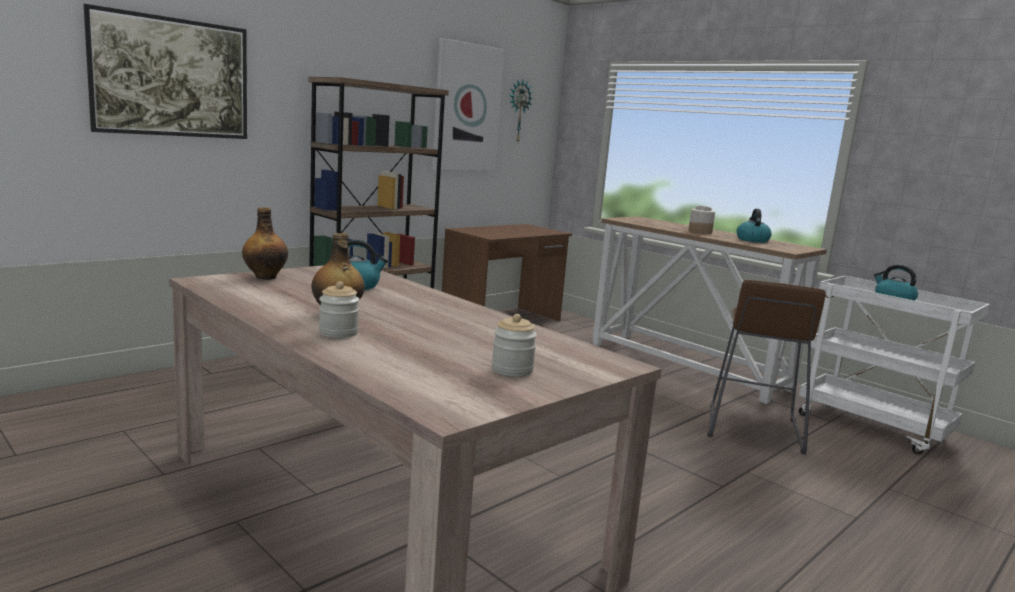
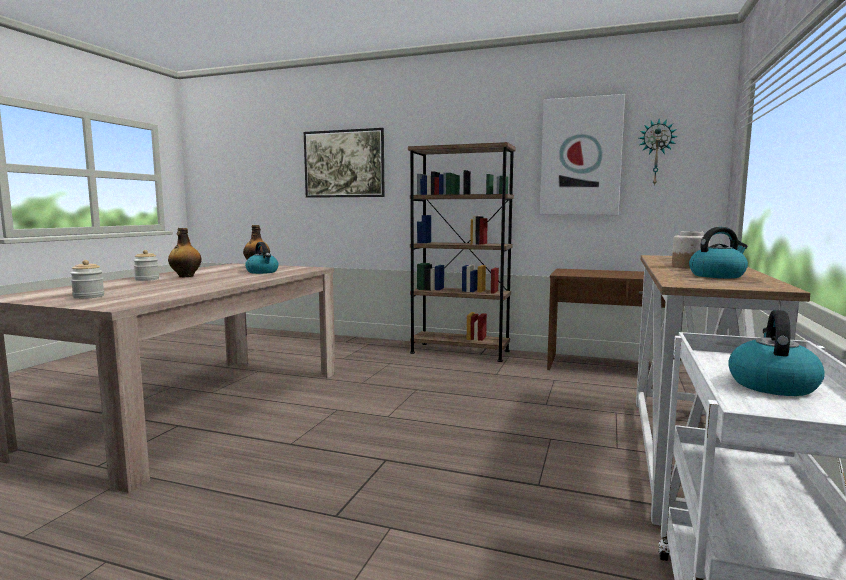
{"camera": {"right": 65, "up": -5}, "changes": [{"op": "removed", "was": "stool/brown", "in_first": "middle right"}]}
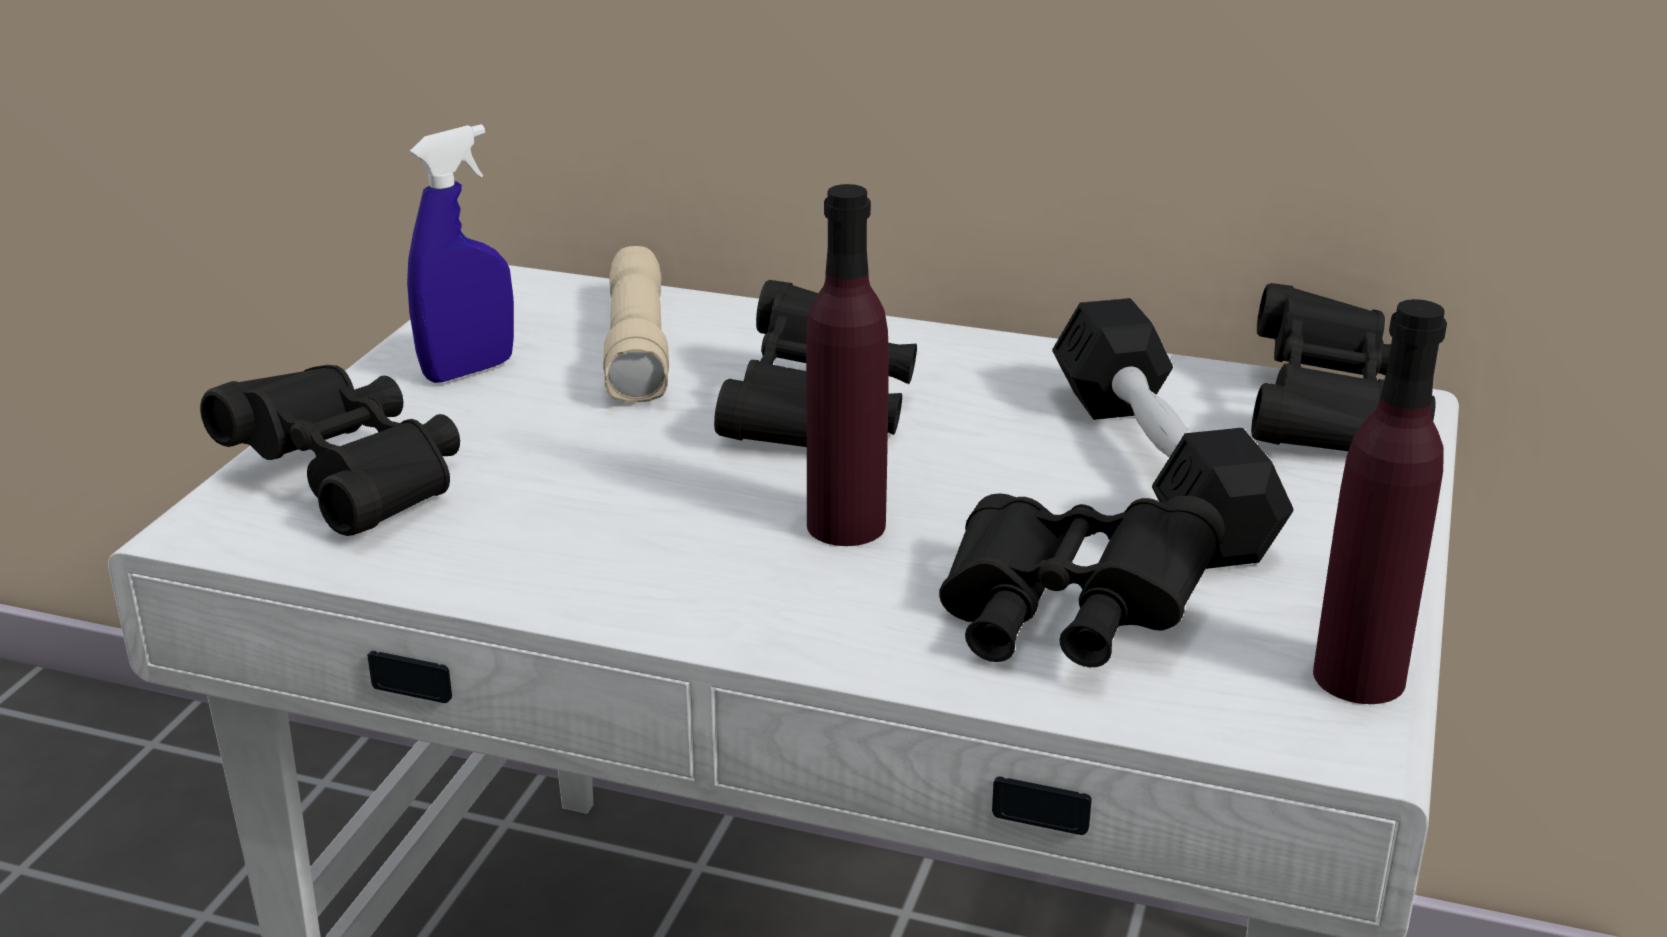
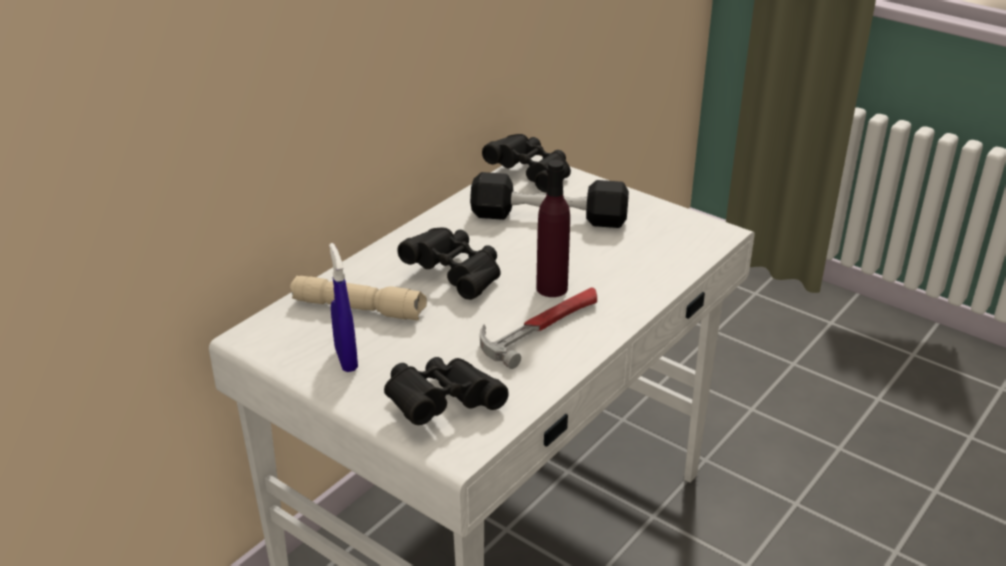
{"camera": {"right": -70, "up": 5}, "changes": [{"op": "removed", "was": "bottle/purple (2nd from left)", "in_first": "middle right"}, {"op": "removed", "was": "binoculars/black (3rd from left)", "in_first": "centre"}, {"op": "added", "now": "hammer", "in_second": "centre"}]}
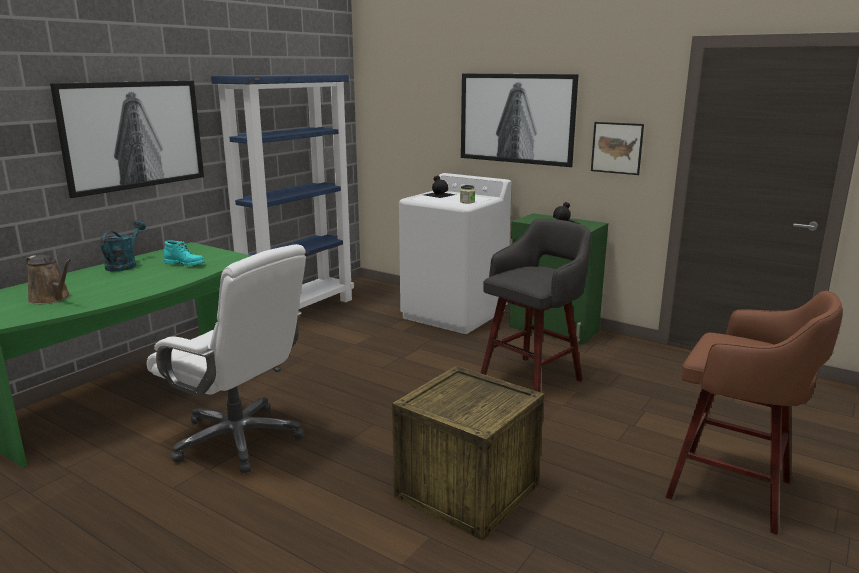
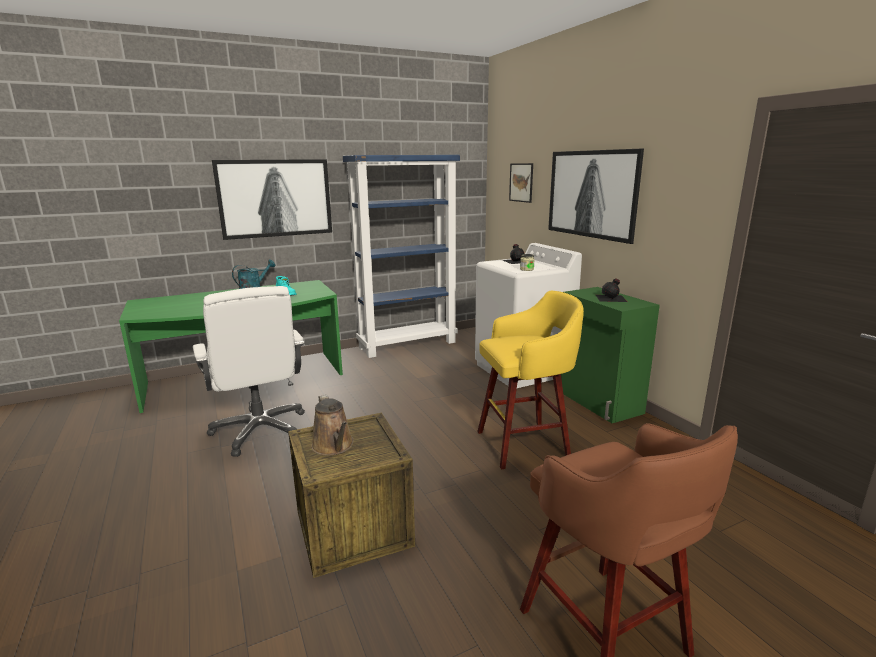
{"camera": {"right": 30, "up": 0}, "changes": [{"op": "moved", "was": "picture (3rd from left in the first image)", "now": "picture (2nd from left)", "in_first": "top right", "in_second": "top centre"}, {"op": "recoloured", "was": "stool/grey", "now": "stool/yellow", "in_first": "centre", "in_second": "centre"}, {"op": "moved", "was": "watering can/brown", "in_first": "middle left", "in_second": "centre"}]}
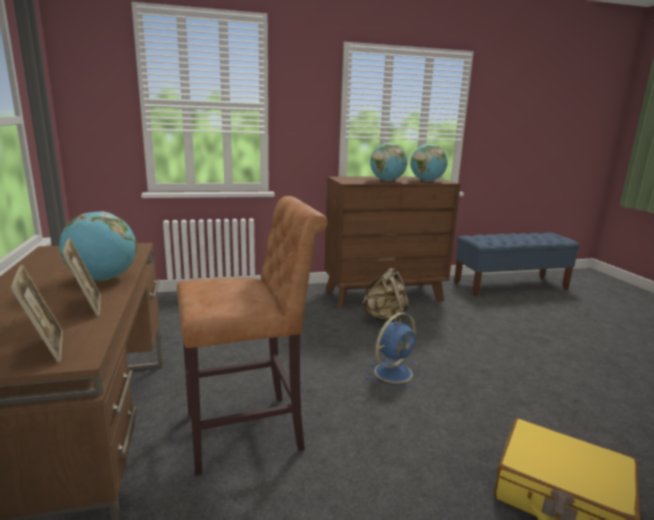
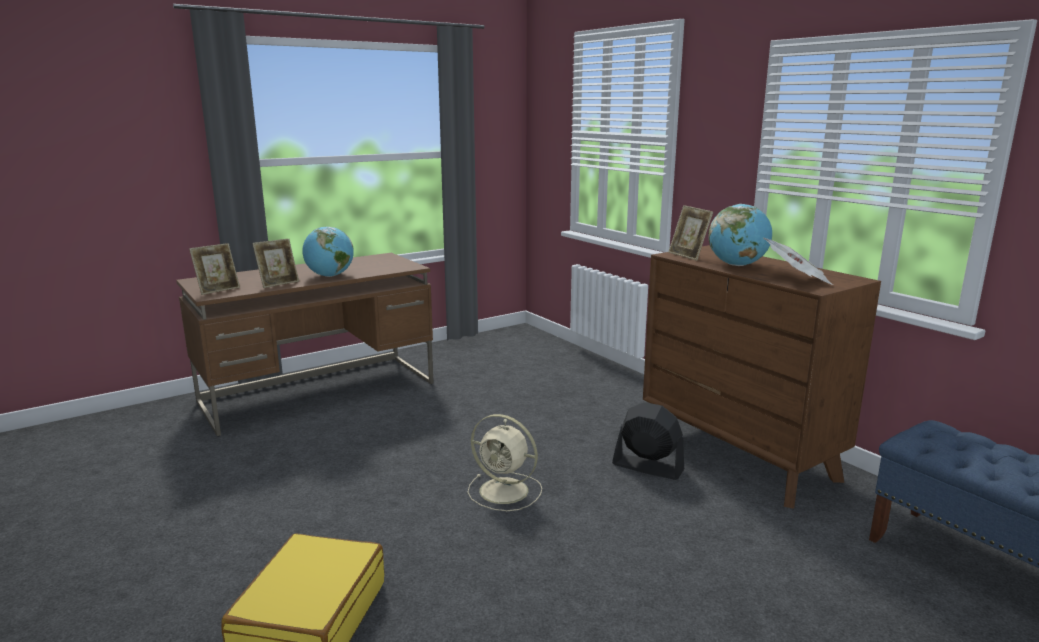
{"camera": {"right": 70, "up": 0}, "changes": [{"op": "replaced", "was": "globe (3rd from left)", "now": "newspaper", "in_first": "top centre", "in_second": "middle right"}, {"op": "removed", "was": "stool/brown", "in_first": "centre"}, {"op": "replaced", "was": "backpack/beige", "now": "fan/black", "in_first": "centre", "in_second": "bottom centre"}, {"op": "recoloured", "was": "fan/blue", "now": "fan/beige", "in_first": "bottom centre", "in_second": "bottom centre"}, {"op": "added", "now": "picture frame (3rd from left)", "in_second": "centre"}]}
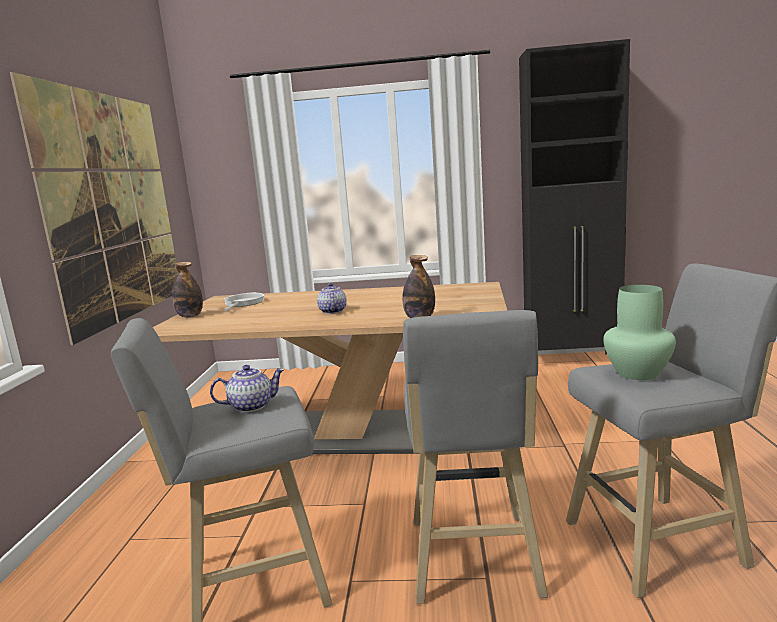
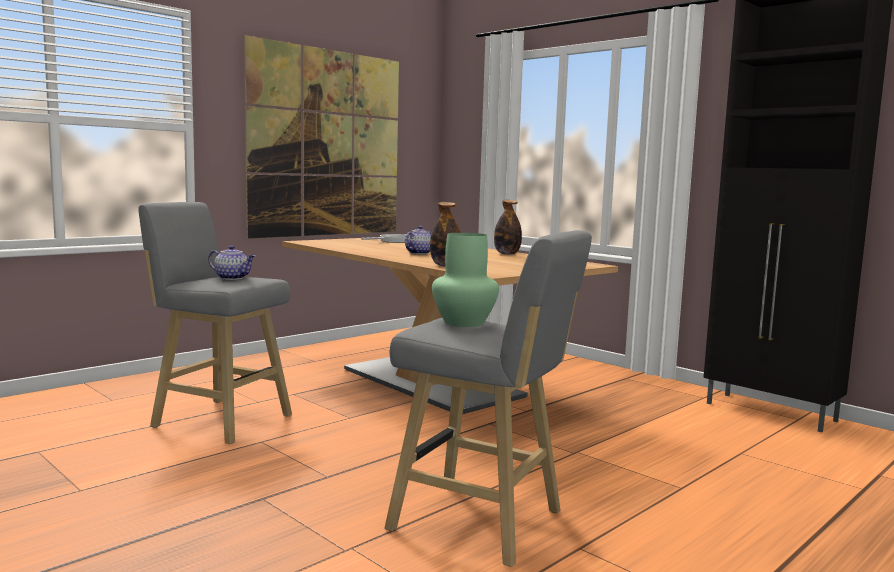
{"camera": {"right": 40, "up": -5}, "changes": [{"op": "moved", "was": "bottle (1st from left in the first image)", "now": "bottle (2nd from left)", "in_first": "middle left", "in_second": "centre"}, {"op": "removed", "was": "stool/grey (2nd from left)", "in_first": "bottom centre"}]}
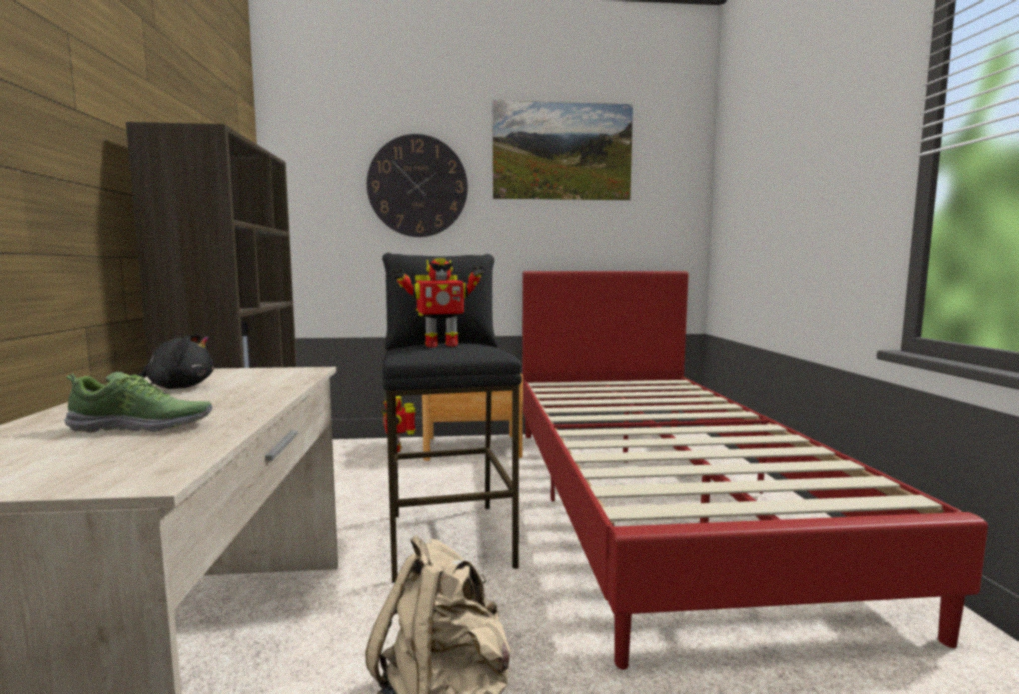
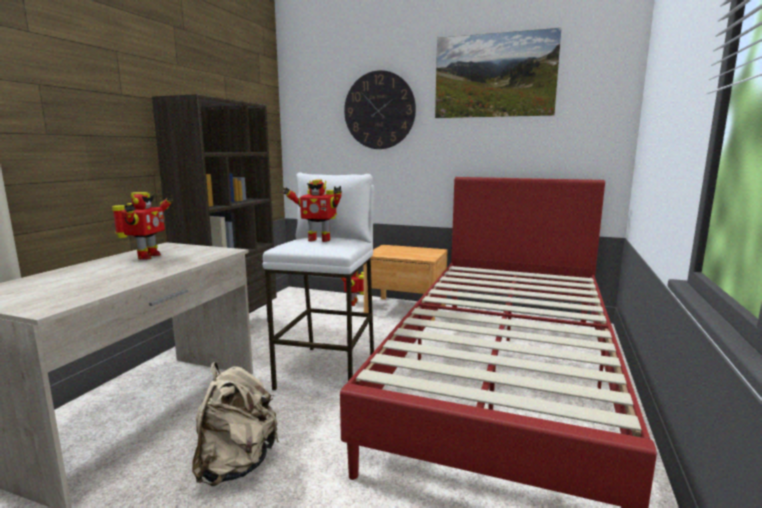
{"camera": {"right": 25, "up": 5}, "changes": [{"op": "recoloured", "was": "stool/black", "now": "stool/white", "in_first": "centre", "in_second": "centre"}, {"op": "replaced", "was": "plush toy/black", "now": "toy robot (1st from left)", "in_first": "middle left", "in_second": "middle left"}, {"op": "removed", "was": "shoe", "in_first": "middle left"}]}
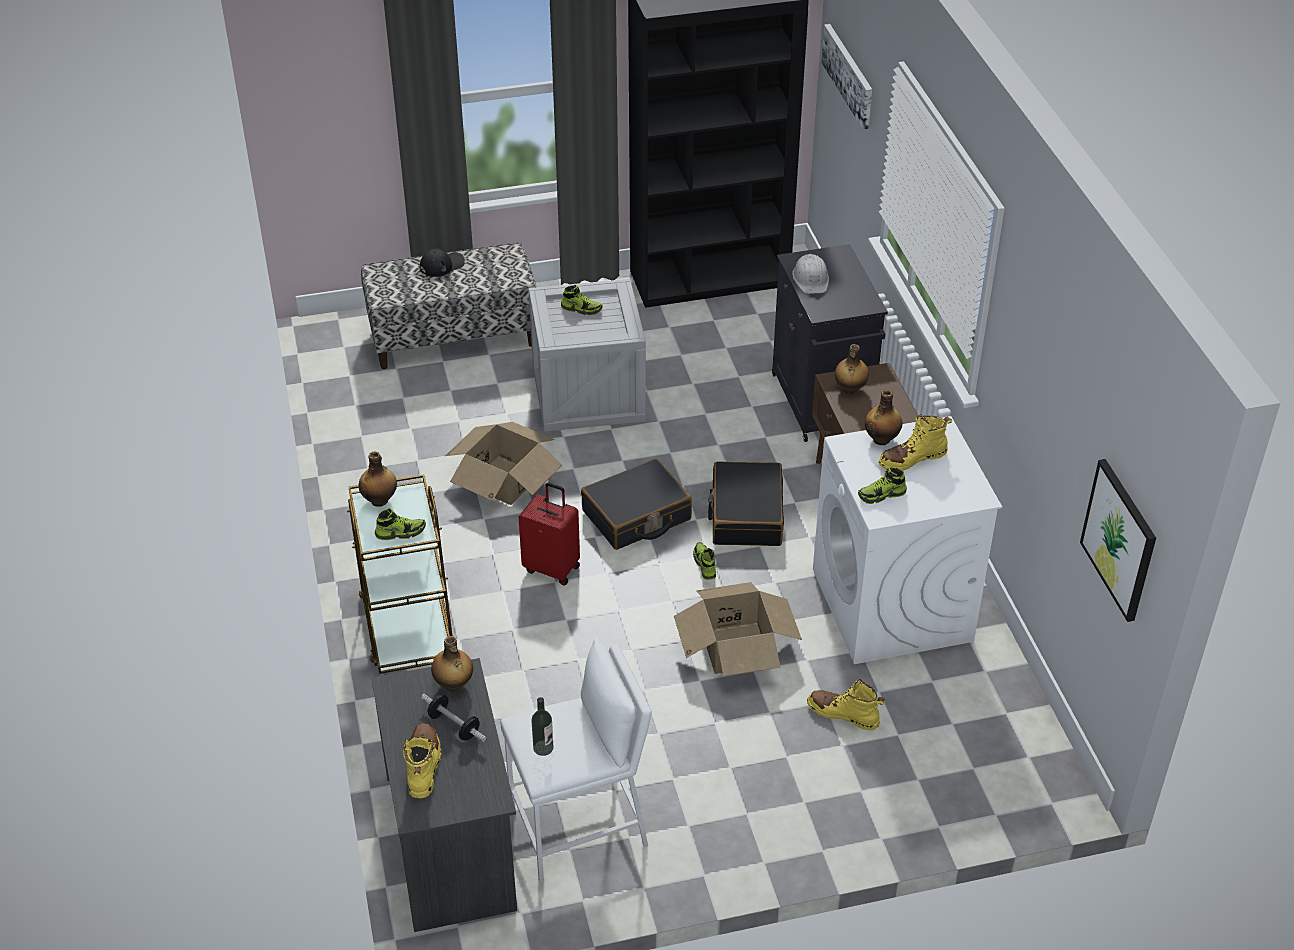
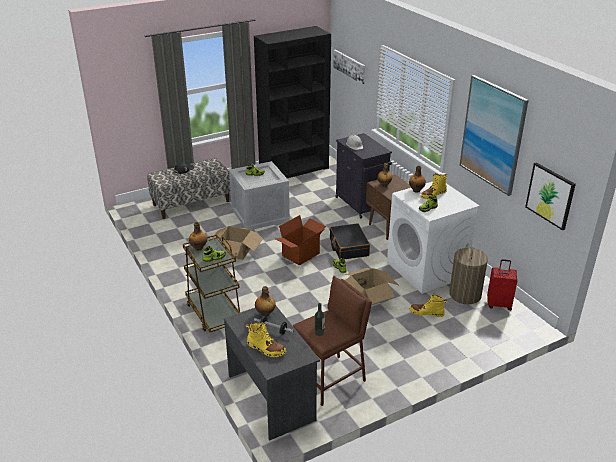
{"camera": {"right": -15, "up": -10}, "changes": [{"op": "replaced", "was": "suitcase/black (1st from left)", "now": "cardboard box (2nd from left)", "in_first": "centre", "in_second": "centre"}, {"op": "moved", "was": "suitcase/red", "in_first": "centre", "in_second": "middle right"}, {"op": "recoloured", "was": "stool/white", "now": "stool/brown", "in_first": "bottom centre", "in_second": "bottom centre"}, {"op": "turned", "was": "boot/yellow (1st from left)", "in_first": "bottom left", "in_second": "bottom centre", "clockwise": 135}, {"op": "added", "now": "picture (2nd from left)", "in_second": "top right"}, {"op": "added", "now": "laundry basket", "in_second": "middle right"}]}
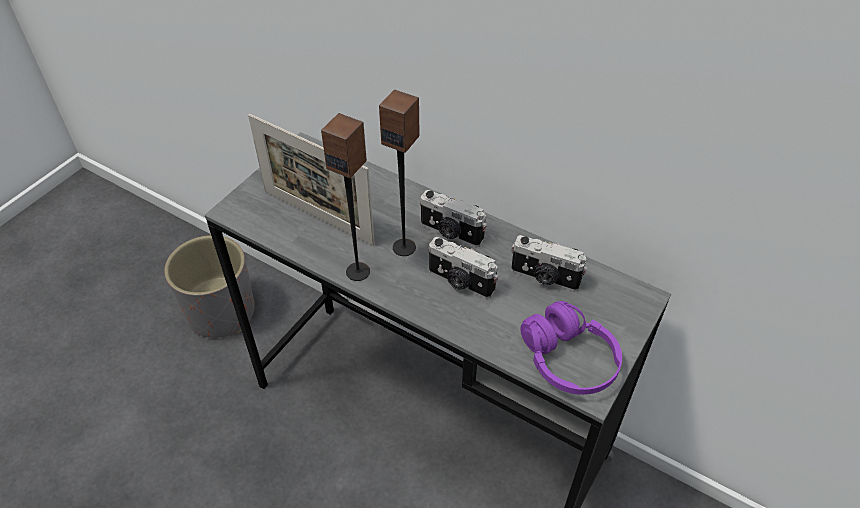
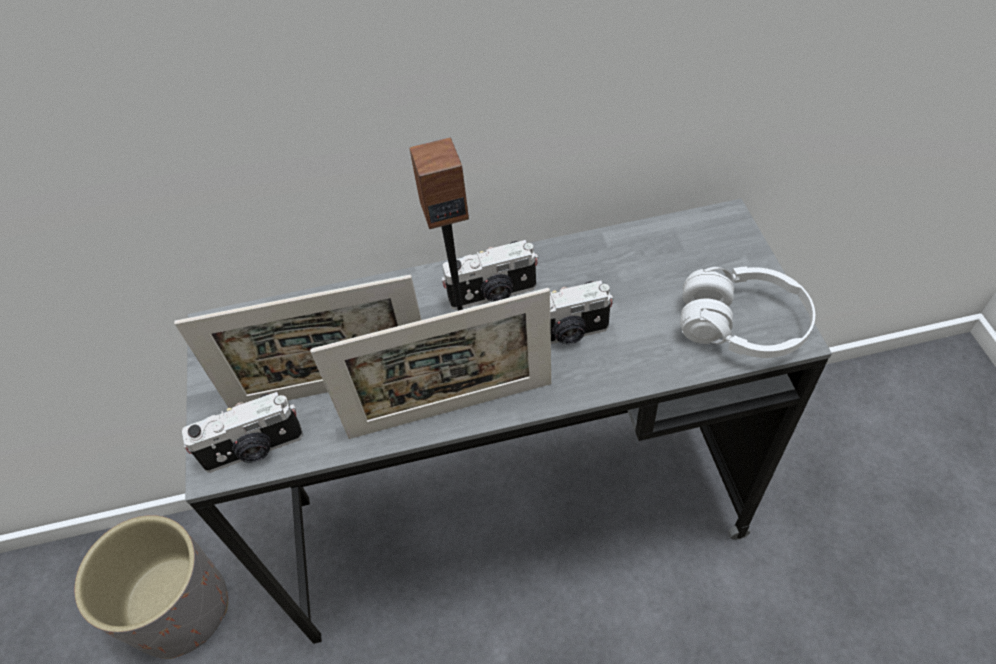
{"camera": {"right": -40, "up": 5}, "changes": [{"op": "replaced", "was": "speaker (1st from left)", "now": "picture frame (2nd from left)", "in_first": "centre", "in_second": "centre"}, {"op": "moved", "was": "photo camera (3rd from left in the first image)", "now": "photo camera (1st from left)", "in_first": "centre", "in_second": "middle left"}, {"op": "recoloured", "was": "headphones/purple", "now": "headphones/white", "in_first": "bottom centre", "in_second": "middle right"}]}
